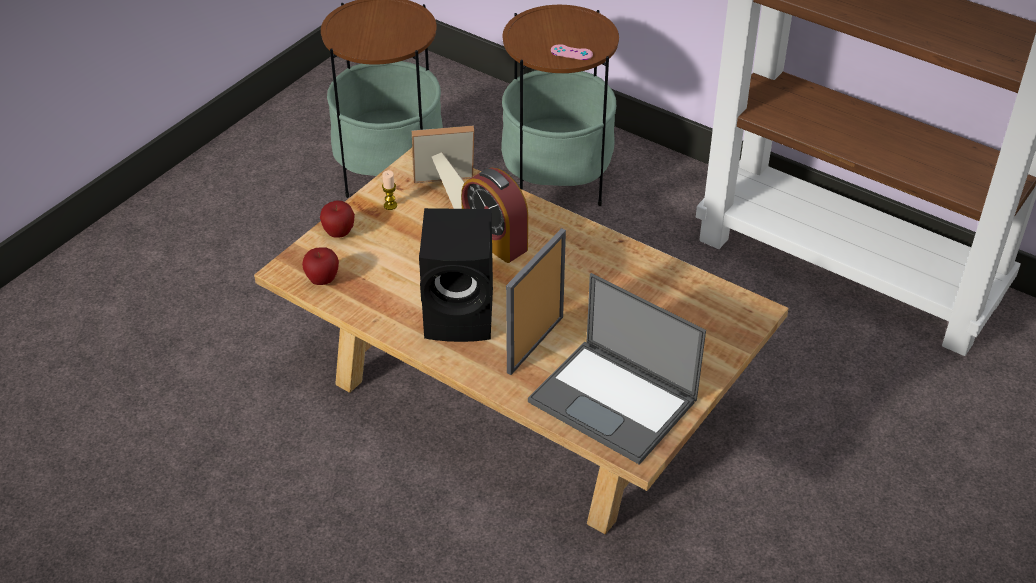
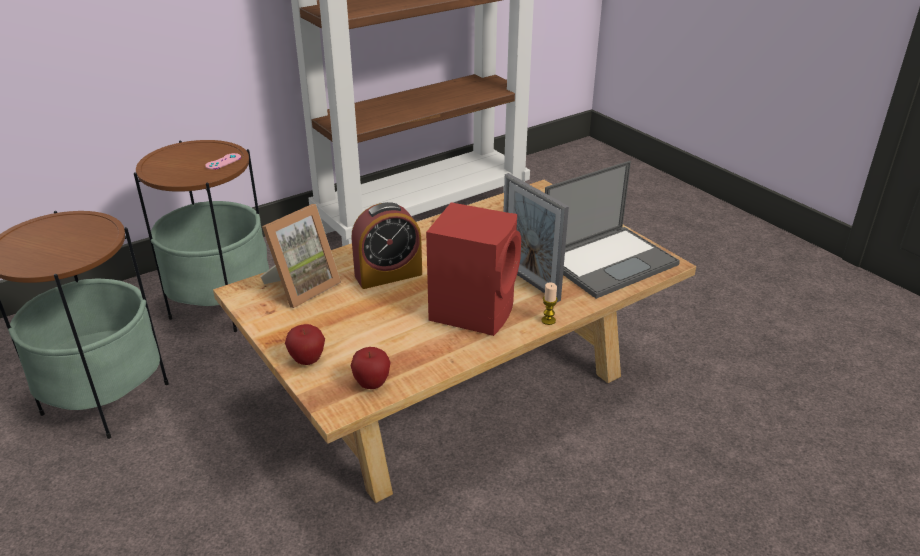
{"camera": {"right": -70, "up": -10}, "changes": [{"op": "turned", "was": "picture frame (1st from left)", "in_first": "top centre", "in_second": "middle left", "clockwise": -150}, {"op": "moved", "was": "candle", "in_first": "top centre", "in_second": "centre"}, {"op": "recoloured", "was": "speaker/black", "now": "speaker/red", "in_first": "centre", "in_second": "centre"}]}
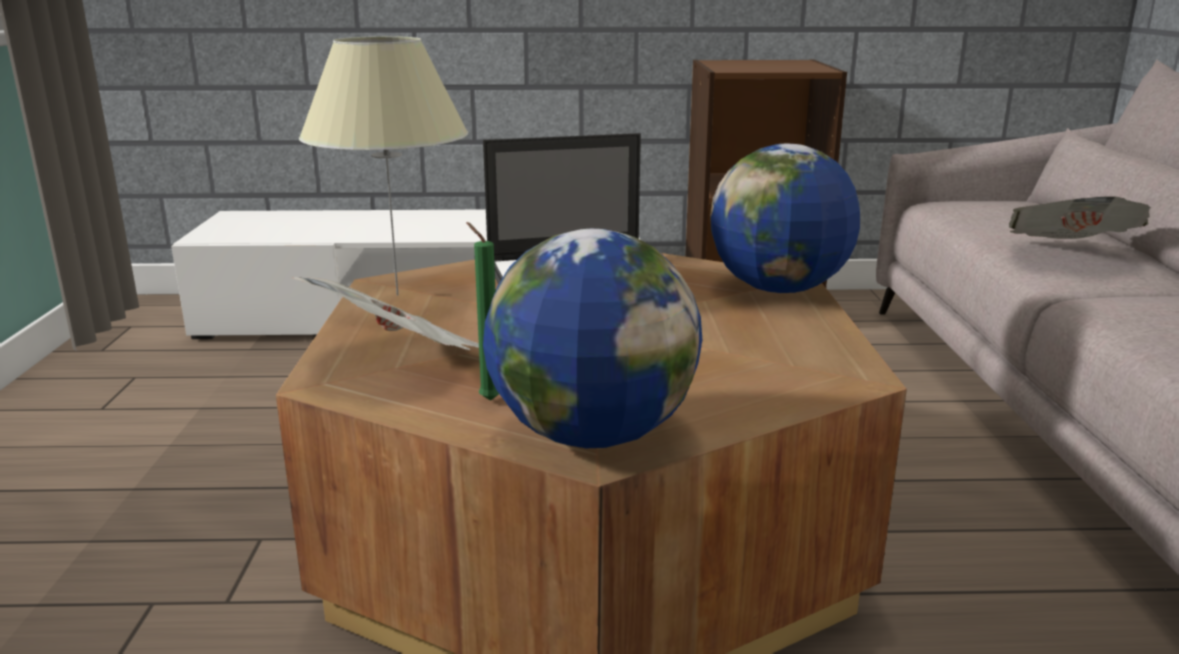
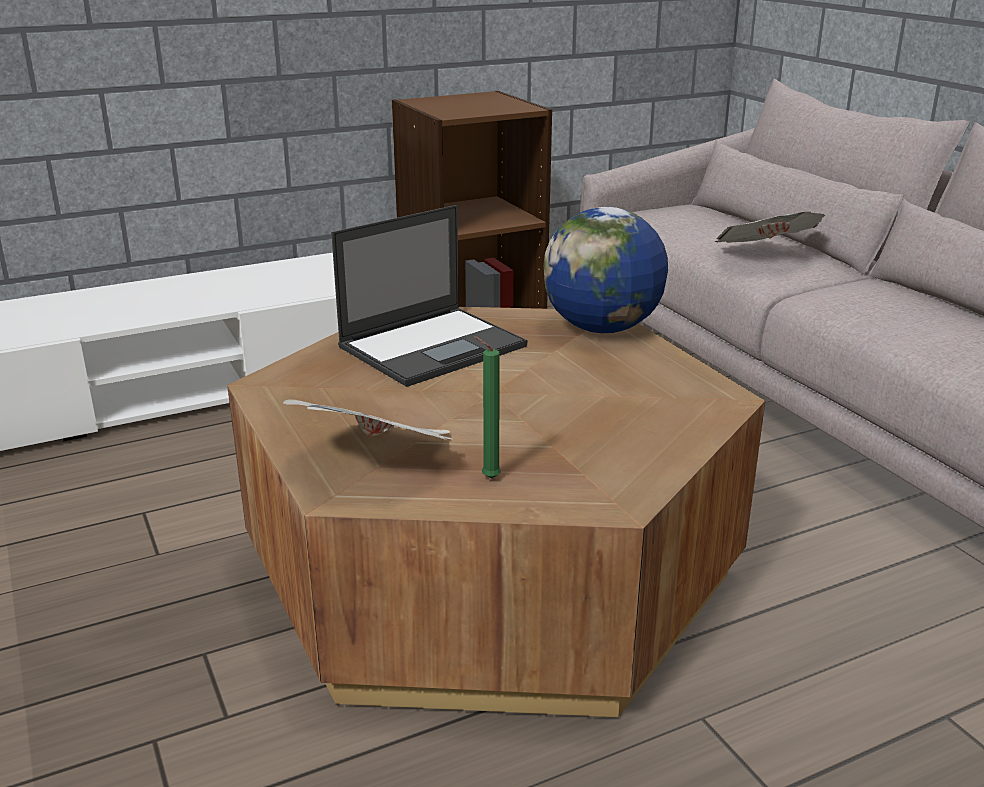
{"camera": {"right": -25, "up": 5}, "changes": [{"op": "removed", "was": "table lamp/beige", "in_first": "top left"}, {"op": "removed", "was": "globe (1st from left)", "in_first": "centre"}]}
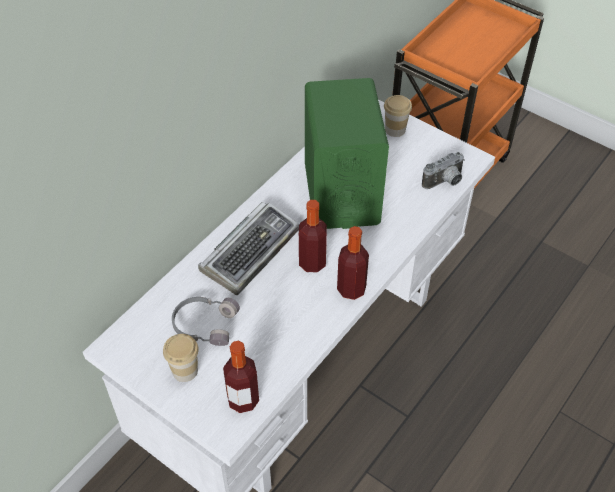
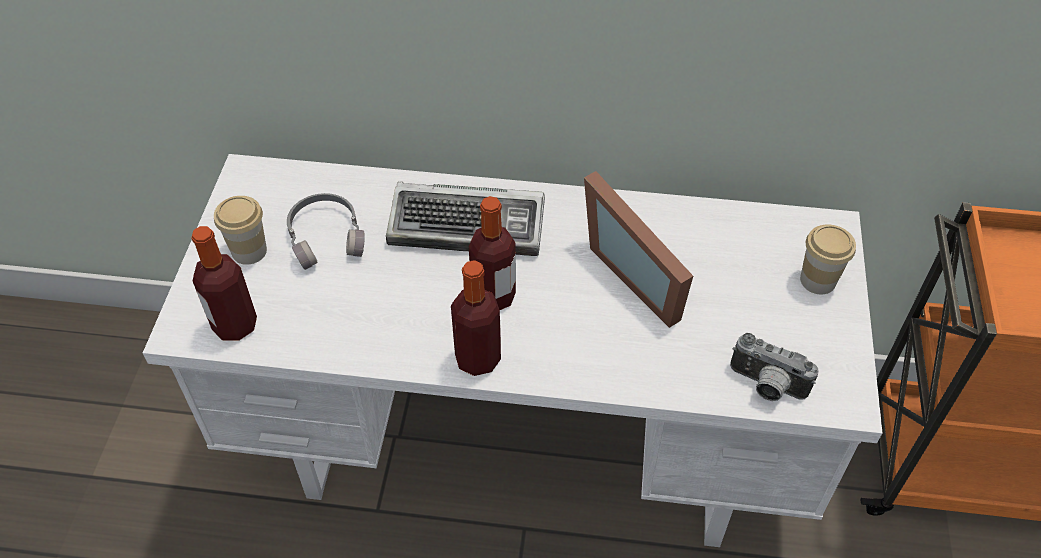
{"camera": {"right": 60, "up": 0}, "changes": [{"op": "replaced", "was": "speaker/green", "now": "picture frame", "in_first": "top centre", "in_second": "centre"}]}
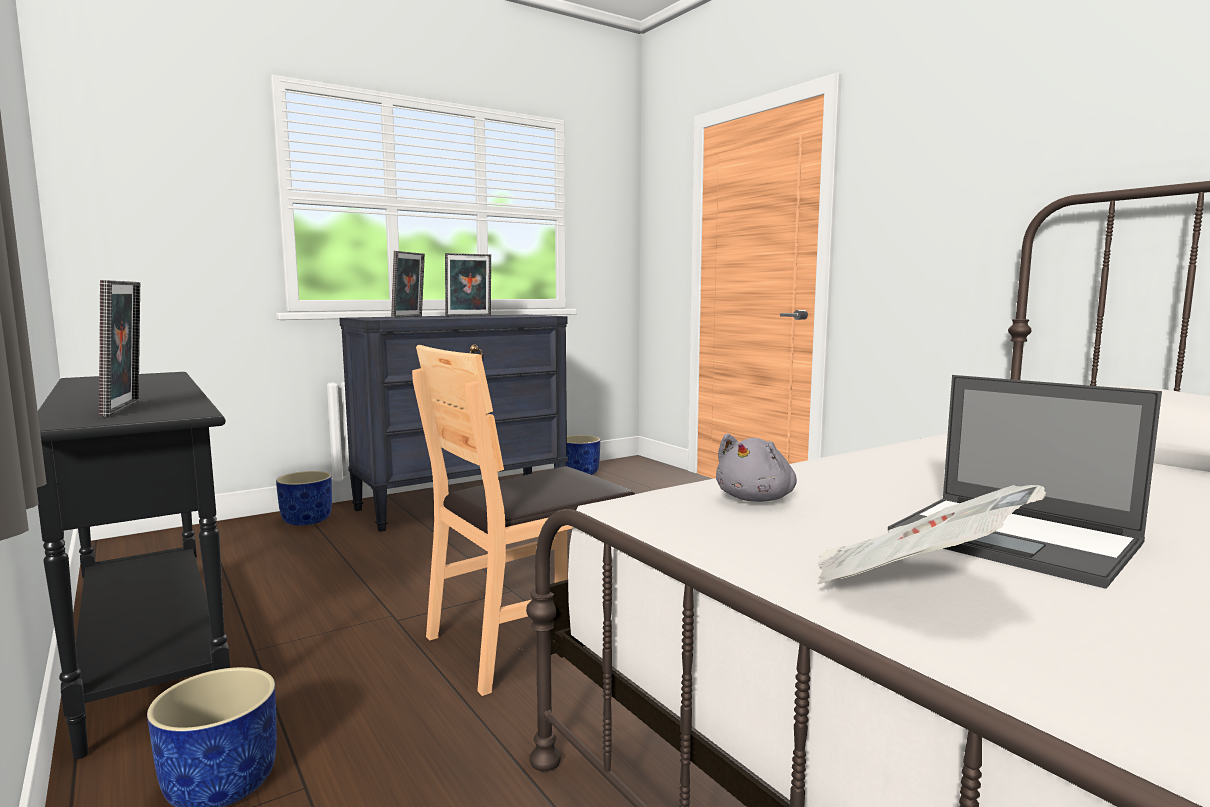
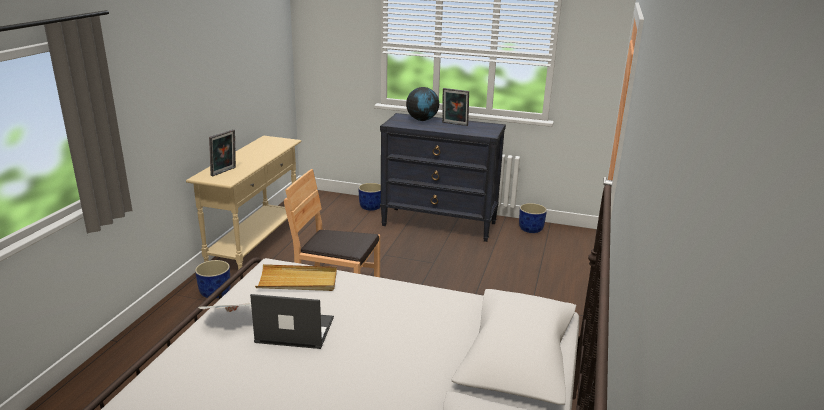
{"camera": {"right": 50, "up": 15}, "changes": [{"op": "replaced", "was": "picture frame (2nd from left)", "now": "globe", "in_first": "centre", "in_second": "top centre"}, {"op": "recoloured", "was": "console table/black", "now": "console table/beige", "in_first": "bottom left", "in_second": "middle left"}, {"op": "turned", "was": "laptop", "in_first": "middle right", "in_second": "bottom centre", "clockwise": 90}, {"op": "replaced", "was": "plush toy/grey", "now": "tray/beige", "in_first": "centre", "in_second": "bottom centre"}]}
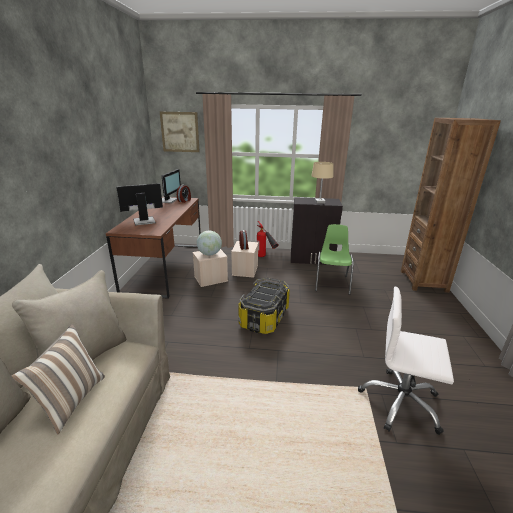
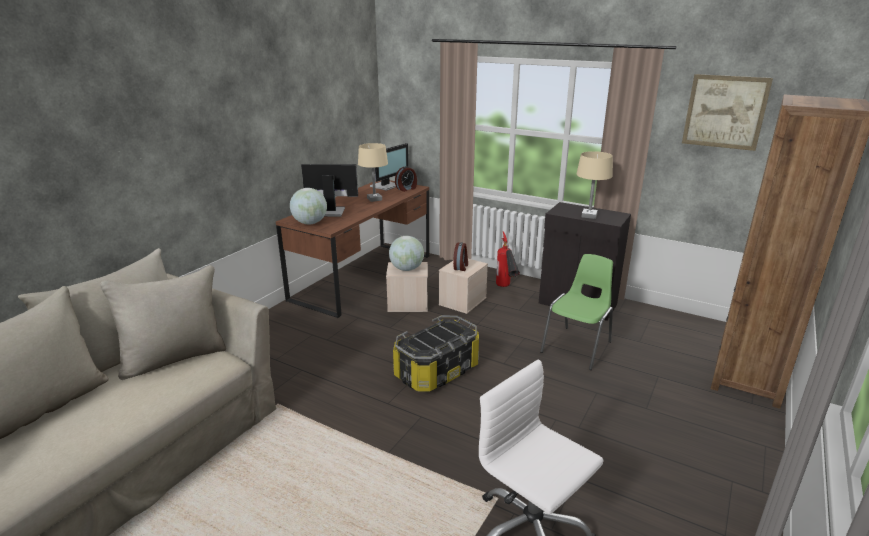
{"camera": {"right": 25, "up": 0}, "changes": [{"op": "moved", "was": "picture", "in_first": "top centre", "in_second": "top right"}, {"op": "removed", "was": "pillow", "in_first": "bottom left"}, {"op": "added", "now": "table lamp/beige (1st from left)", "in_second": "top centre"}, {"op": "added", "now": "globe (1st from left)", "in_second": "centre"}]}
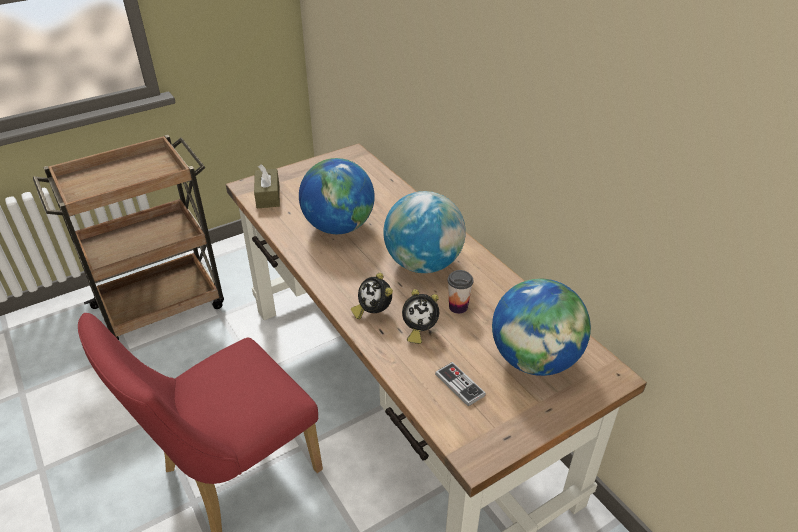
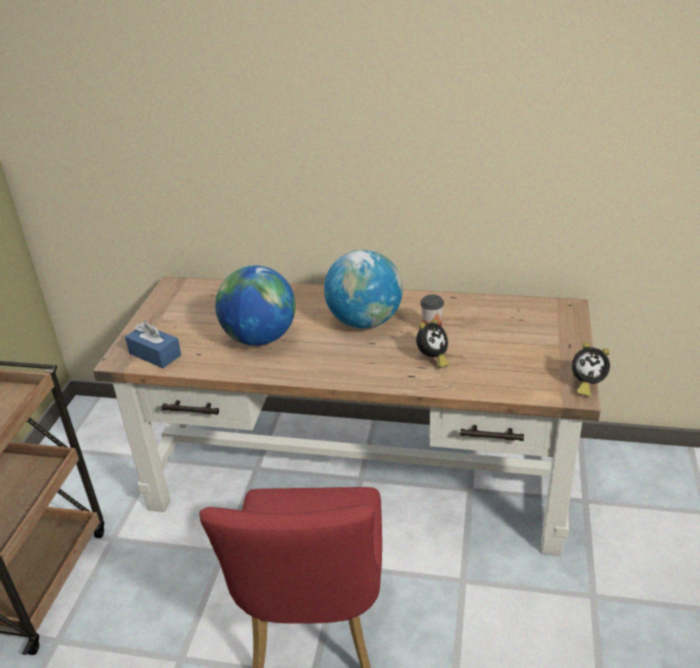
{"camera": {"right": -45, "up": -5}, "changes": [{"op": "recoloured", "was": "tissue box/brown", "now": "tissue box/blue", "in_first": "centre", "in_second": "middle left"}, {"op": "moved", "was": "alarm clock (1st from left in the first image)", "now": "alarm clock (2nd from left)", "in_first": "centre", "in_second": "middle right"}, {"op": "removed", "was": "globe (3rd from left)", "in_first": "middle right"}, {"op": "removed", "was": "game controller", "in_first": "bottom centre"}]}
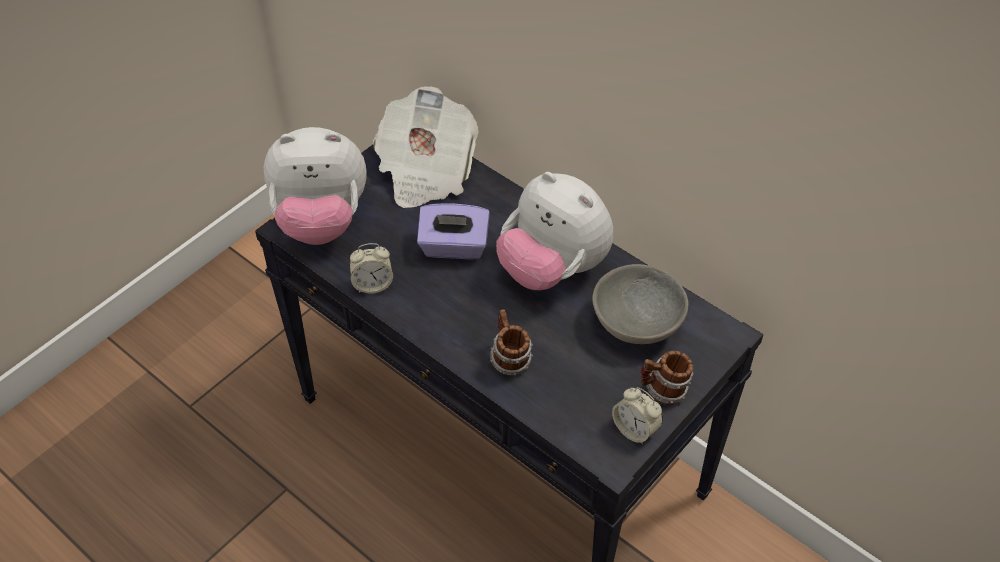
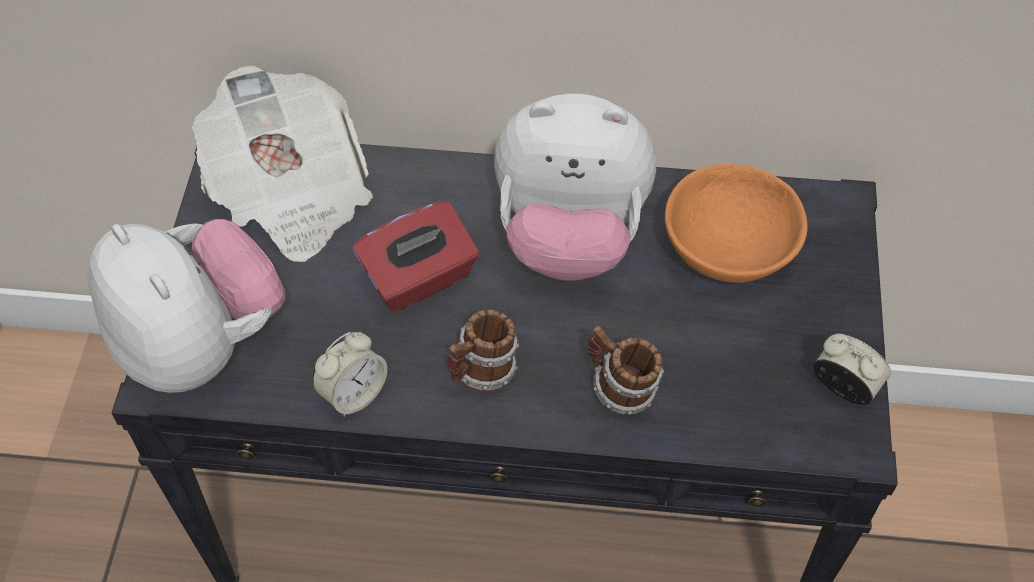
{"camera": {"right": -35, "up": 5}, "changes": [{"op": "turned", "was": "plush toy (1st from left)", "in_first": "top left", "in_second": "middle left", "clockwise": -90}, {"op": "recoloured", "was": "tissue box/purple", "now": "tissue box/red", "in_first": "centre", "in_second": "centre"}, {"op": "recoloured", "was": "bowl/grey", "now": "bowl/orange", "in_first": "centre", "in_second": "middle right"}, {"op": "moved", "was": "mug (2nd from left in the first image)", "now": "mug (1st from left)", "in_first": "bottom right", "in_second": "centre"}, {"op": "turned", "was": "alarm clock (2nd from left)", "in_first": "bottom centre", "in_second": "middle right", "clockwise": -150}]}
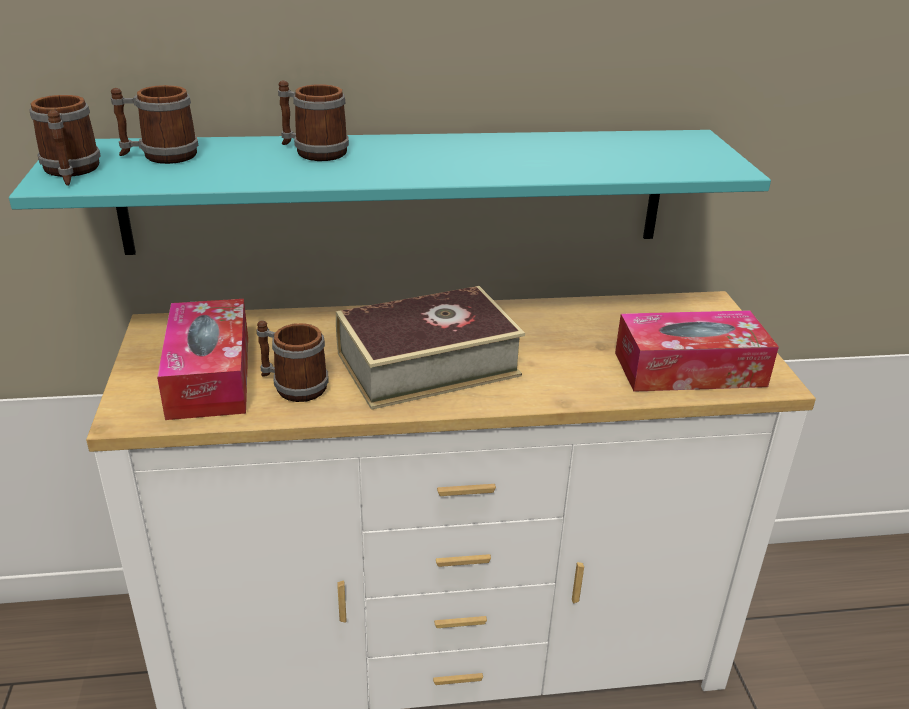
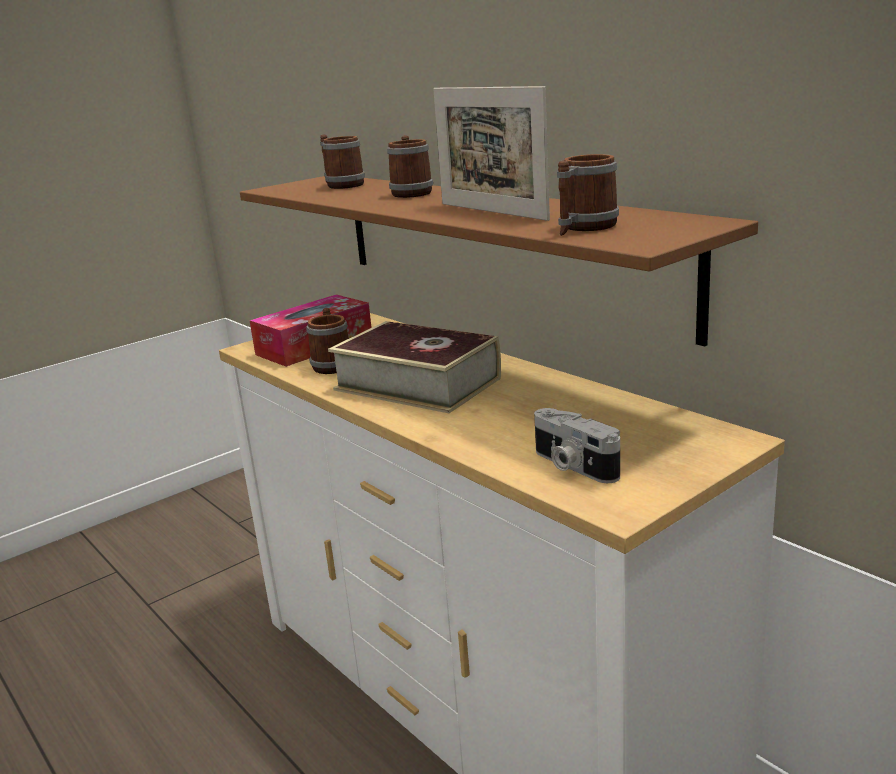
{"camera": {"right": 60, "up": -10}, "changes": [{"op": "moved", "was": "mug (1st from left in the first image)", "now": "mug (4th from left)", "in_first": "top left", "in_second": "top centre"}, {"op": "recoloured", "was": "shelf/turquoise", "now": "shelf/brown", "in_first": "top centre", "in_second": "centre"}, {"op": "replaced", "was": "tissue box (2nd from left)", "now": "photo camera", "in_first": "middle right", "in_second": "centre"}, {"op": "added", "now": "picture frame", "in_second": "top centre"}]}
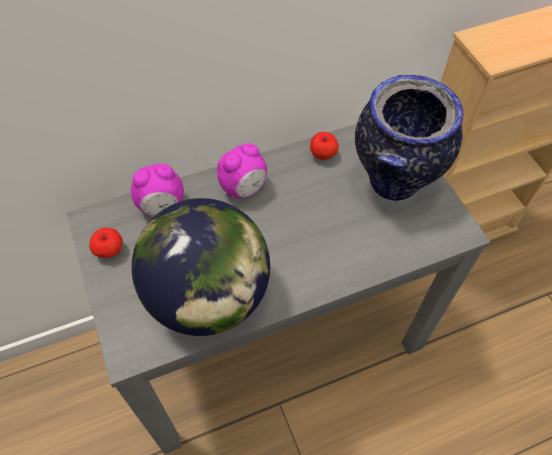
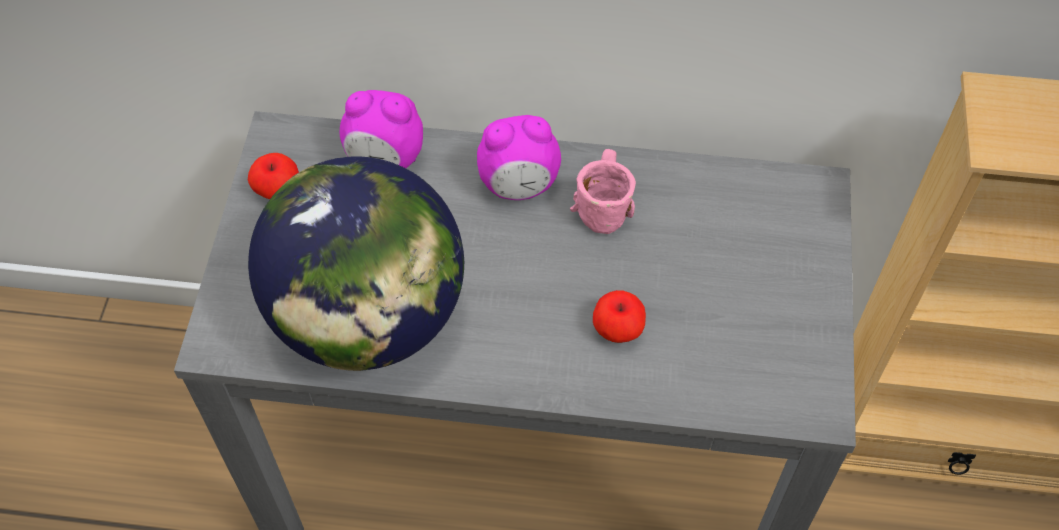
{"camera": {"right": 30, "up": 0}, "changes": [{"op": "removed", "was": "vase", "in_first": "top right"}, {"op": "moved", "was": "apple (2nd from left)", "in_first": "top centre", "in_second": "centre"}, {"op": "added", "now": "mug/pink", "in_second": "centre"}]}
